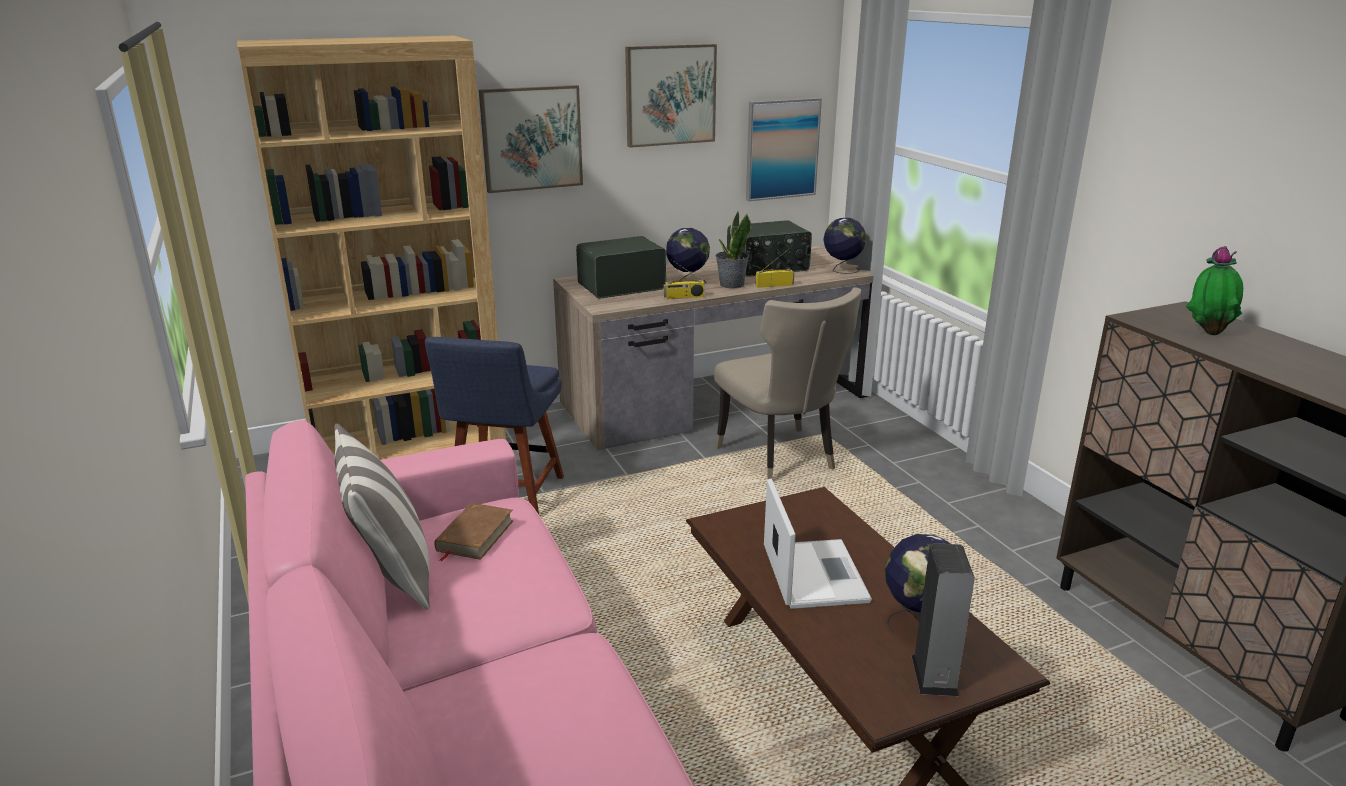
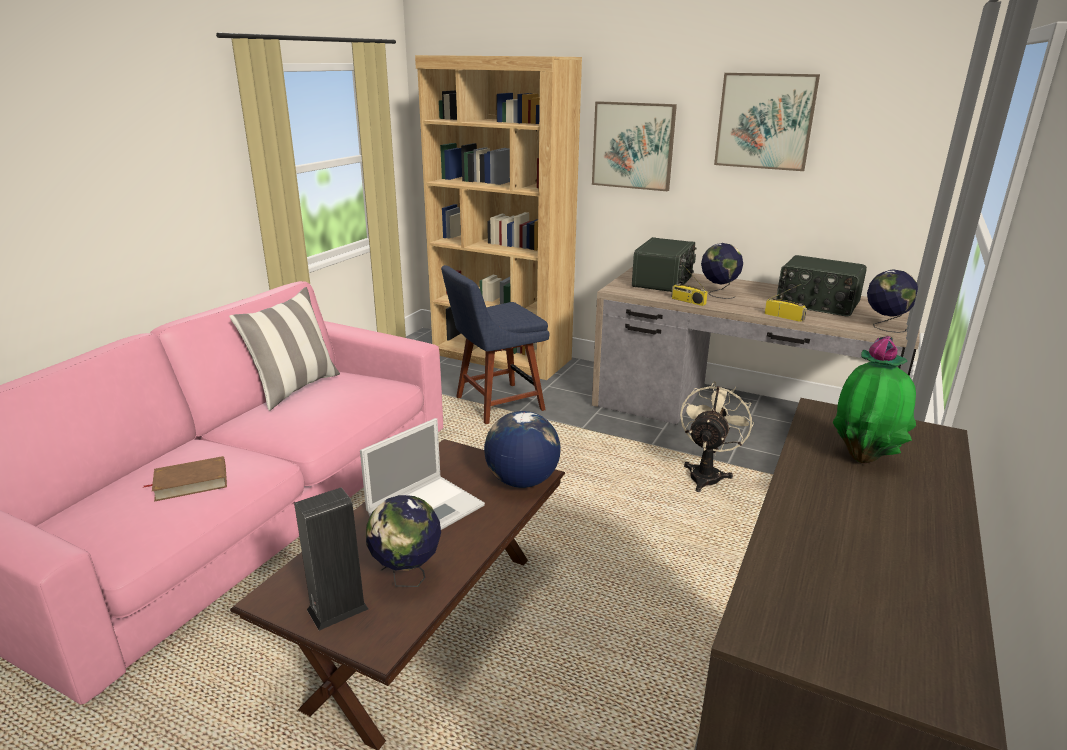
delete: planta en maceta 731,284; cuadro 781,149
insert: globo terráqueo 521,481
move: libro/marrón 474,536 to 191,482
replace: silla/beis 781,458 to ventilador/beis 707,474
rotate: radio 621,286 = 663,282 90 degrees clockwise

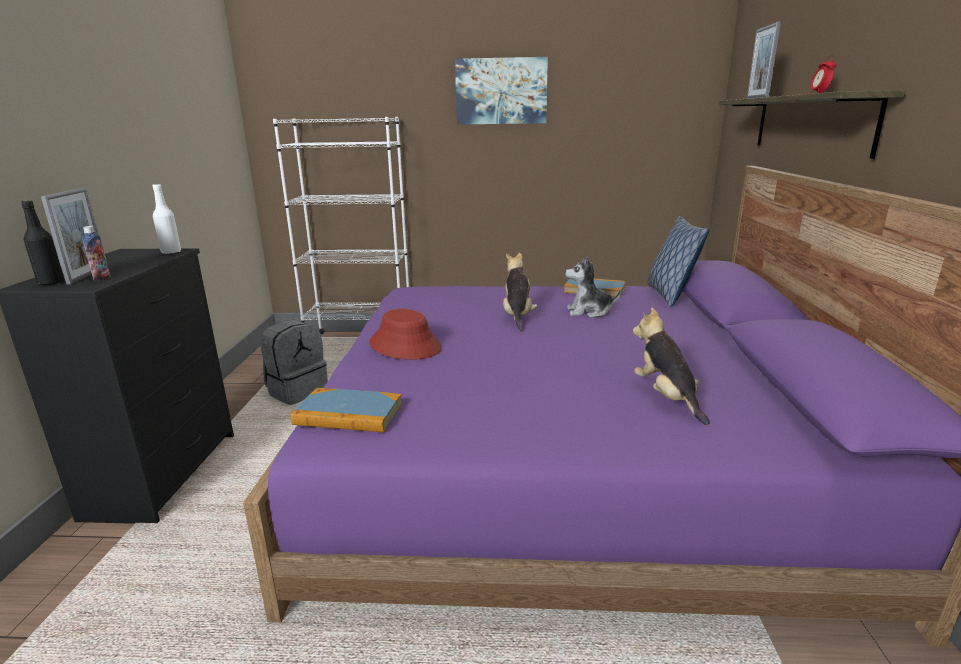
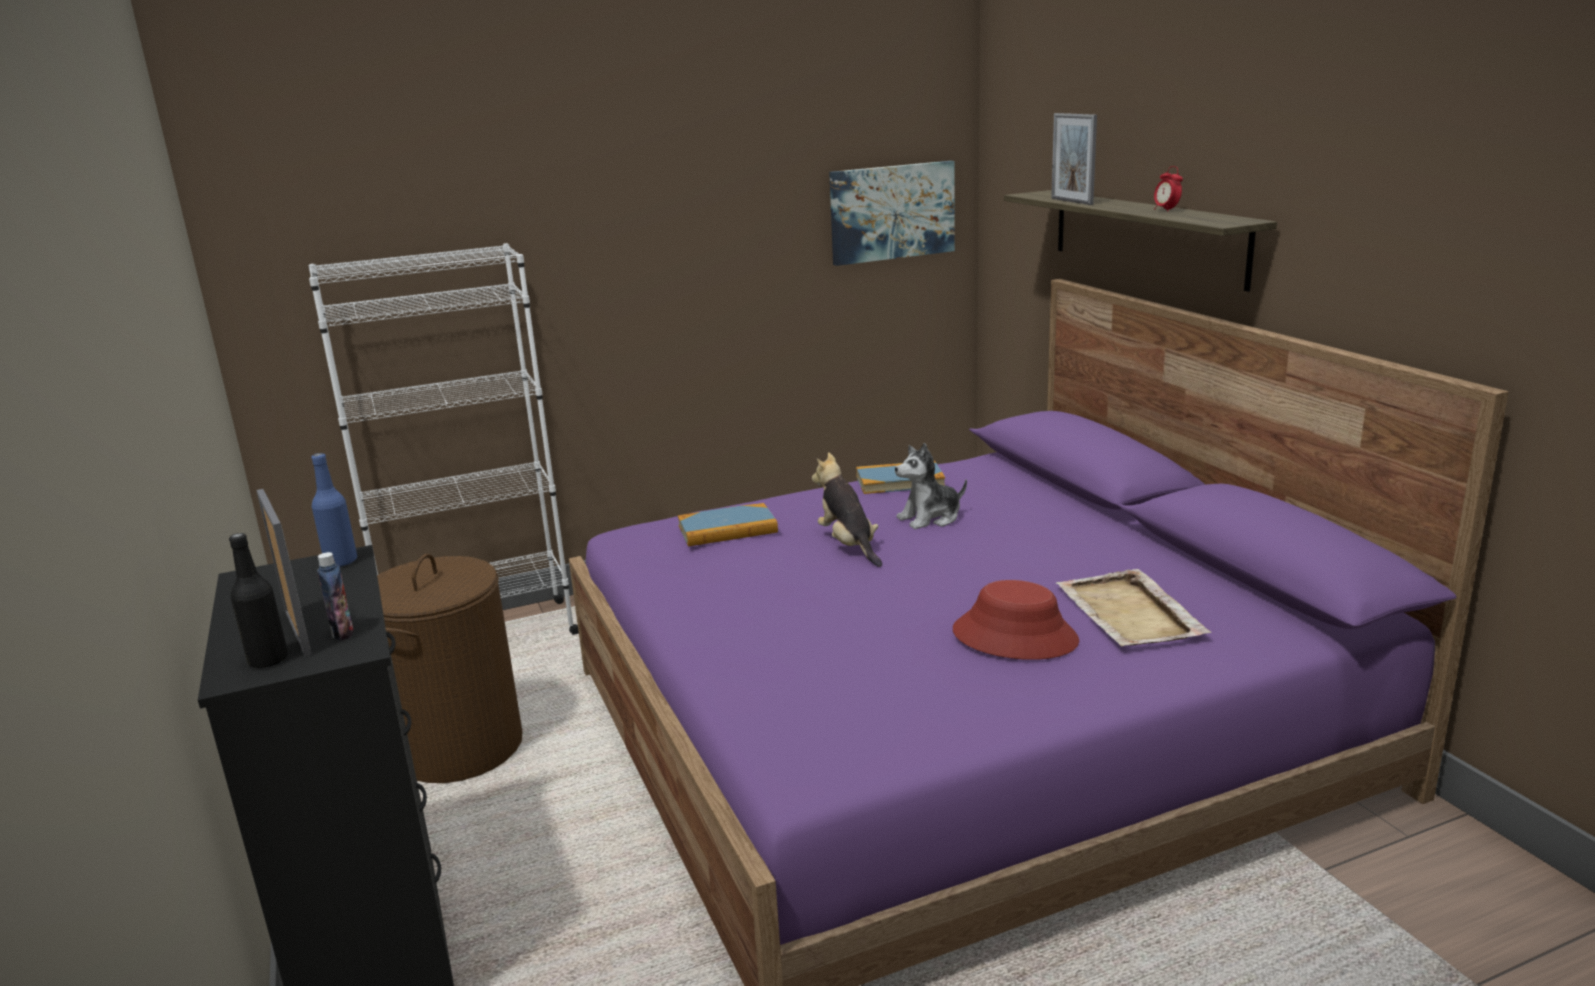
delete: cojín 670,295
move: libro 348,414 to 727,529; cuadro 501,91 to 892,212; sombrero/rojo 405,345 to 1015,636
replace: mochila/gris 297,391 to cesto de la ropa/marrón 459,747; peluche 666,397 to bandeja/beis 1129,614
recolor: botella/blanco 171,252 to botella/azul 341,562

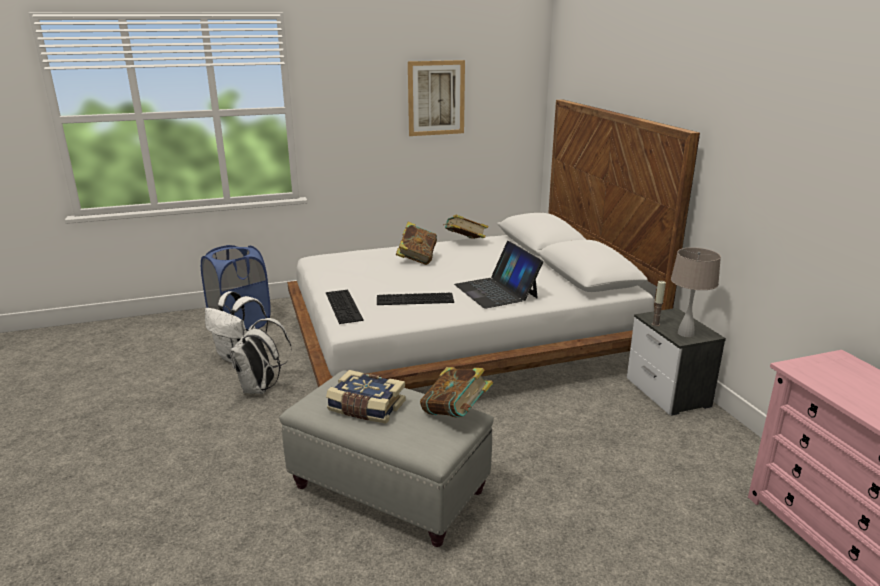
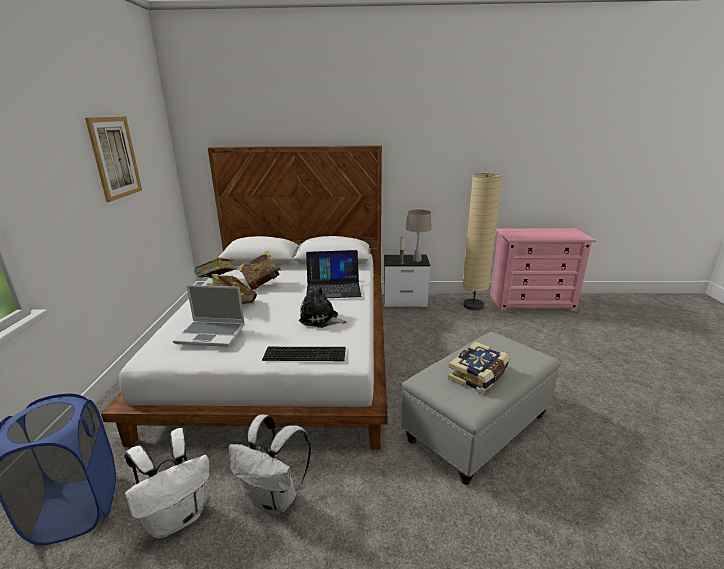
insert: portátil 212,334; lámpara de pie/beis 473,306
move: libro 455,414 to 261,284
replace: teclado 414,300 to peluche 321,319

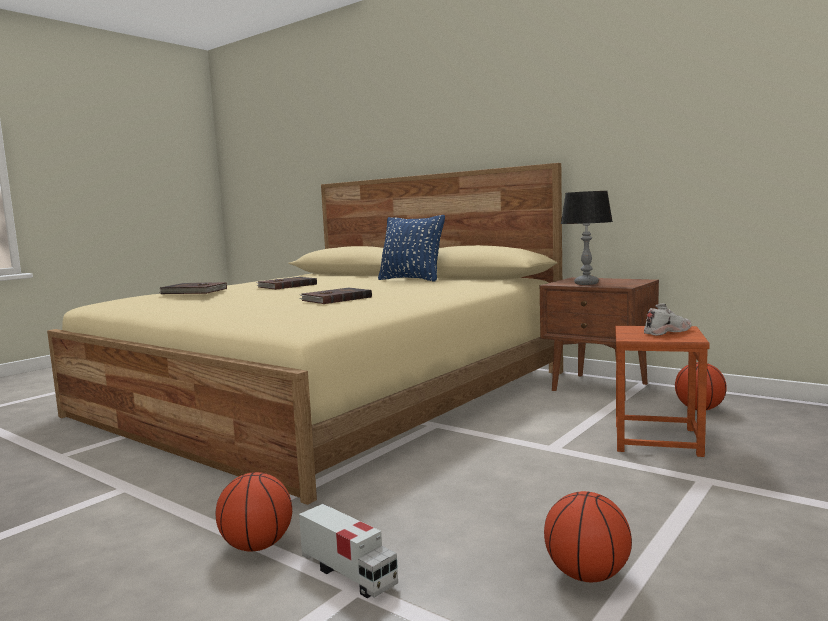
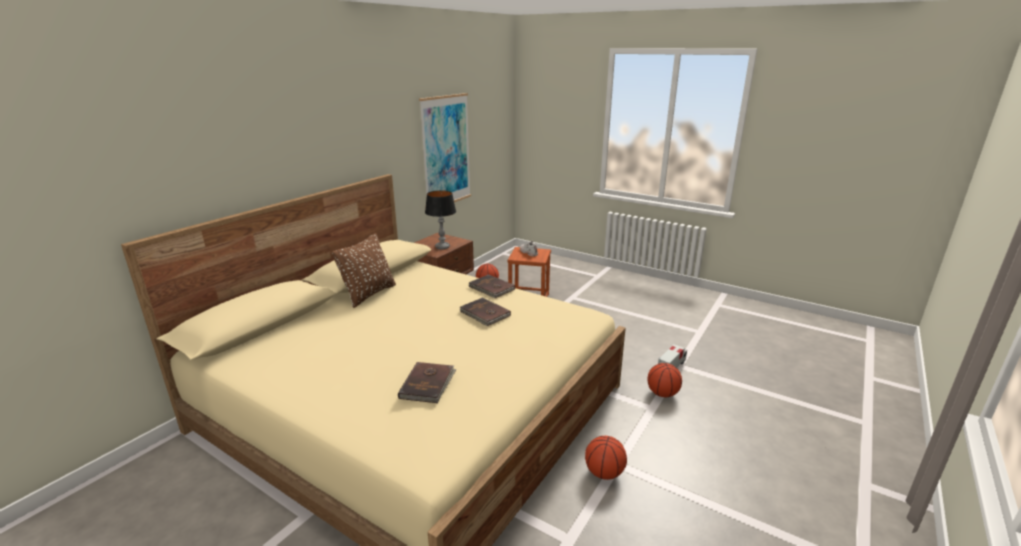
insert: cuadro 446,151
move: libro/marrón 286,286 to 491,288; balón de baloncesto 587,575 to 604,473
recolor: cojín/azul 411,279 to cojín/marrón 369,294

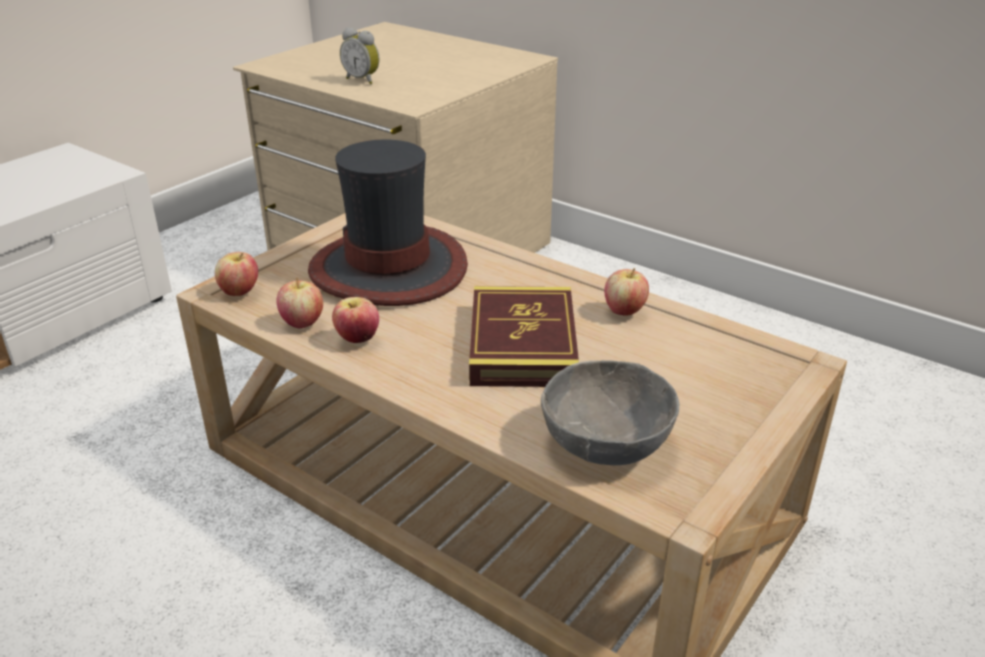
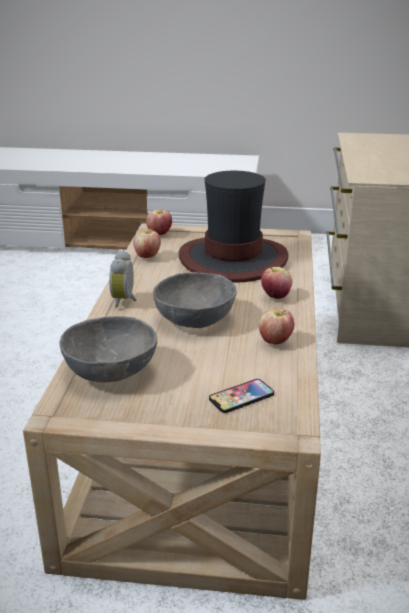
insert: móvil 241,397
move: despertador 363,80 to 125,300; manzana 357,338 to 275,296
replace: libro 522,344 to cuenco/gris 195,319

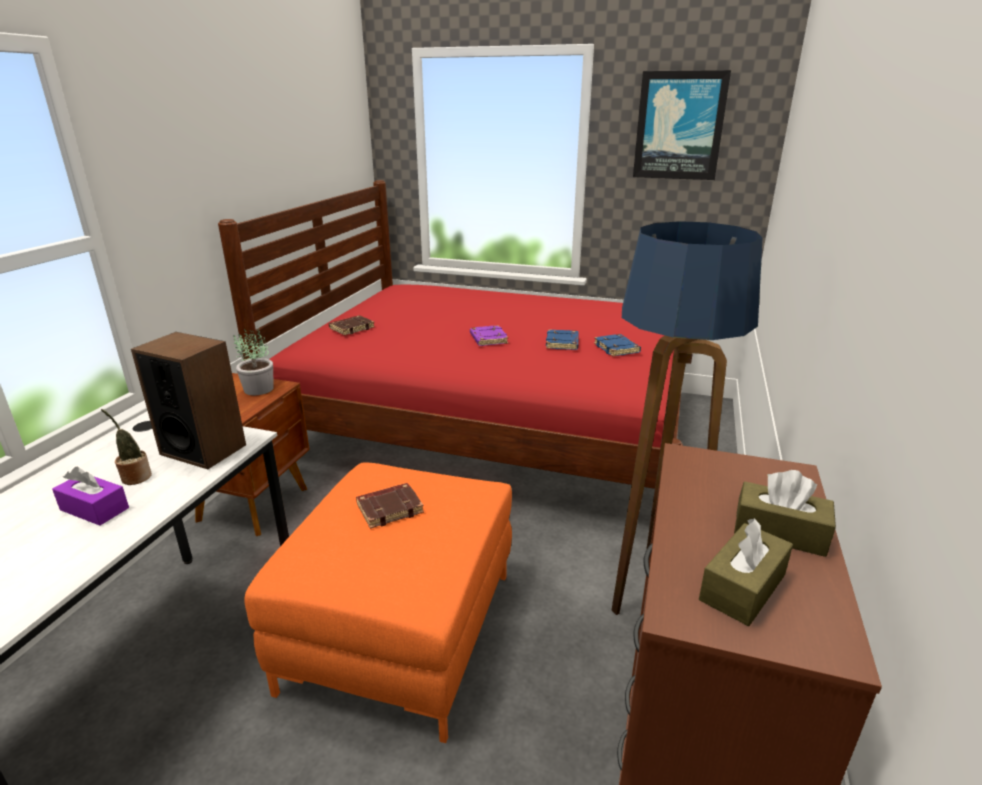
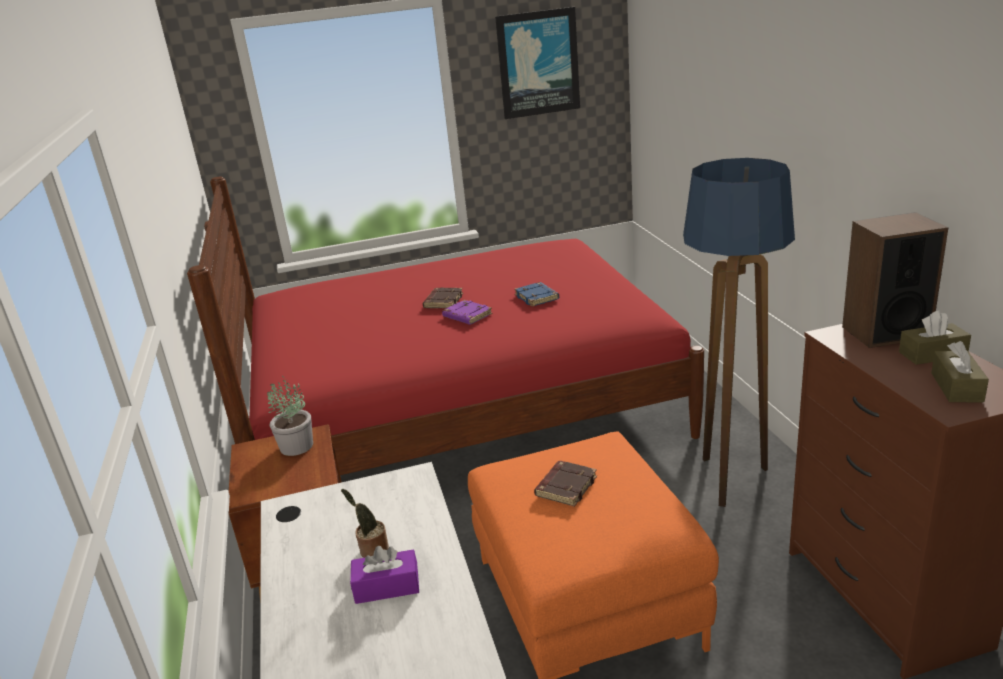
delete: libro/azul 617,348
move: libro/marrón 352,328 to 443,301; altavoz 203,449 to 885,332

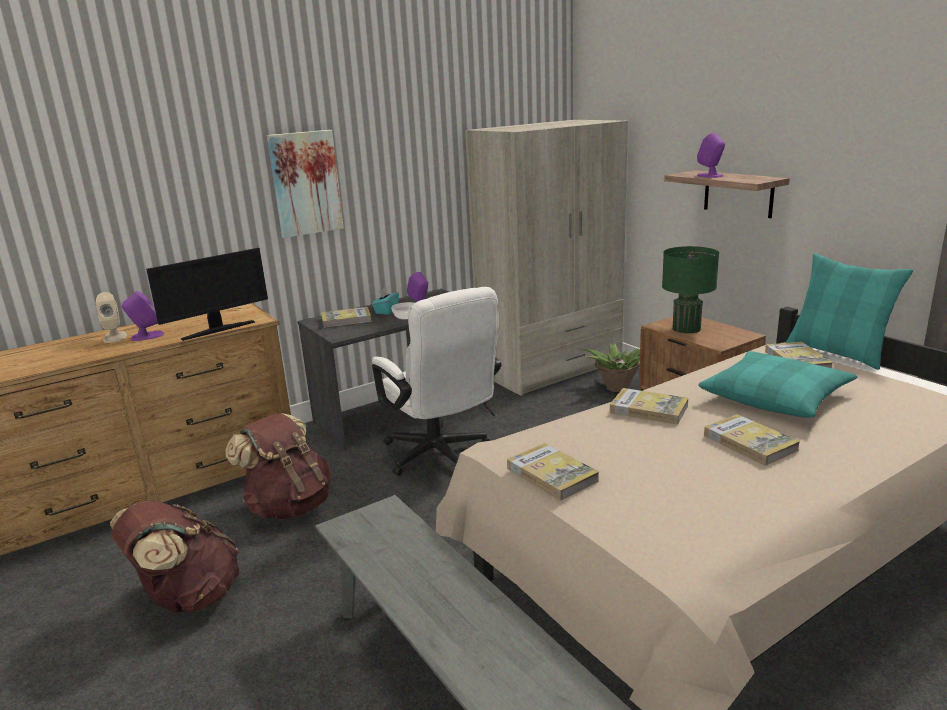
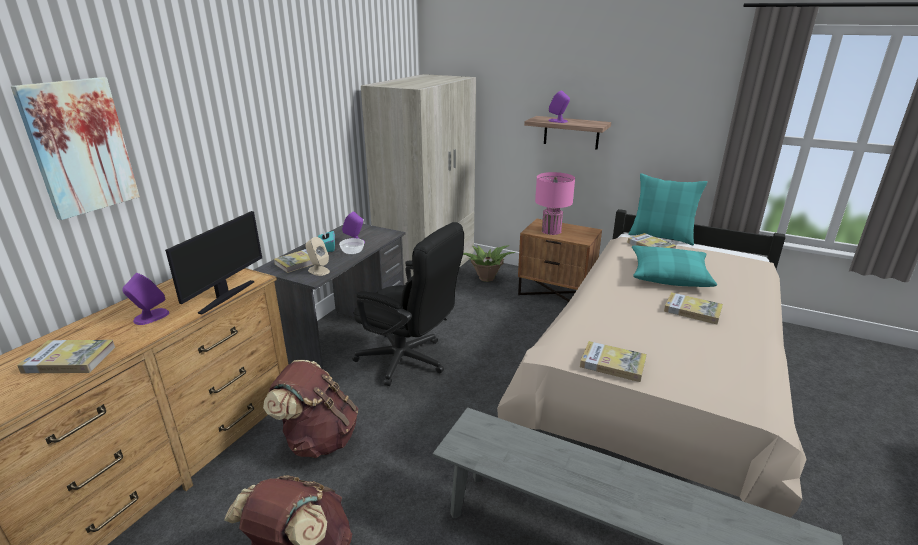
move: cuadro 305,183 to 80,147; libro 648,409 to 69,359; altavoz/beis 115,337 to 318,270
recolor: silla de oficina/blanco 441,457 to silla de oficina/negro 409,361; lámpara de mesa/verde 686,328 to lámpara de mesa/rosa 551,231

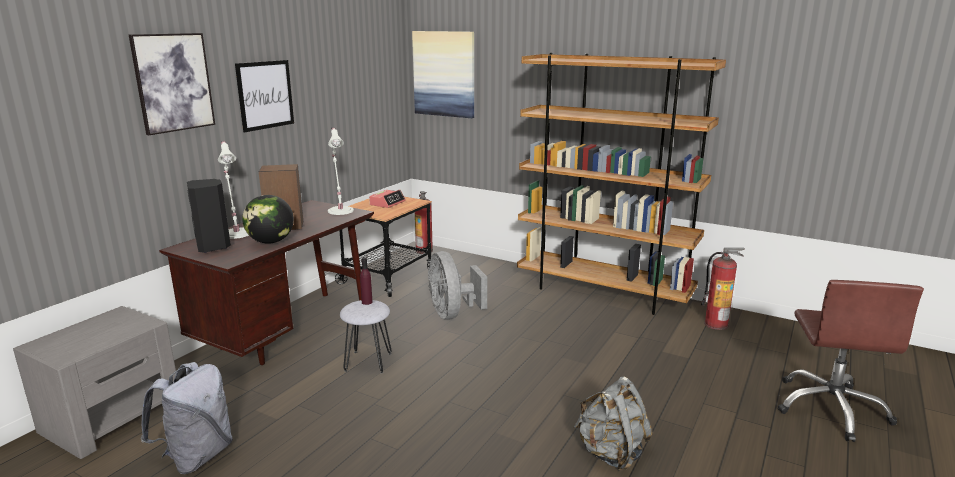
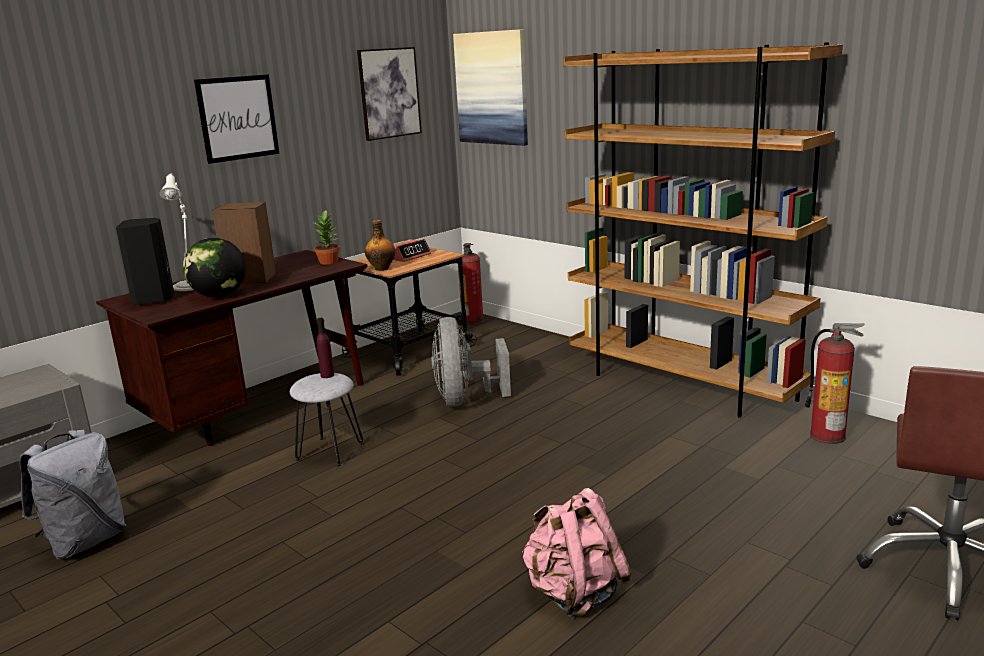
insert: botella 382,268
move: cuadro 173,82 to 389,93
replace: lámpara de mesa/blanco 340,210 to planta en maceta 329,262
recolor: mochila/gris 611,453 to mochila/rosa 574,594

